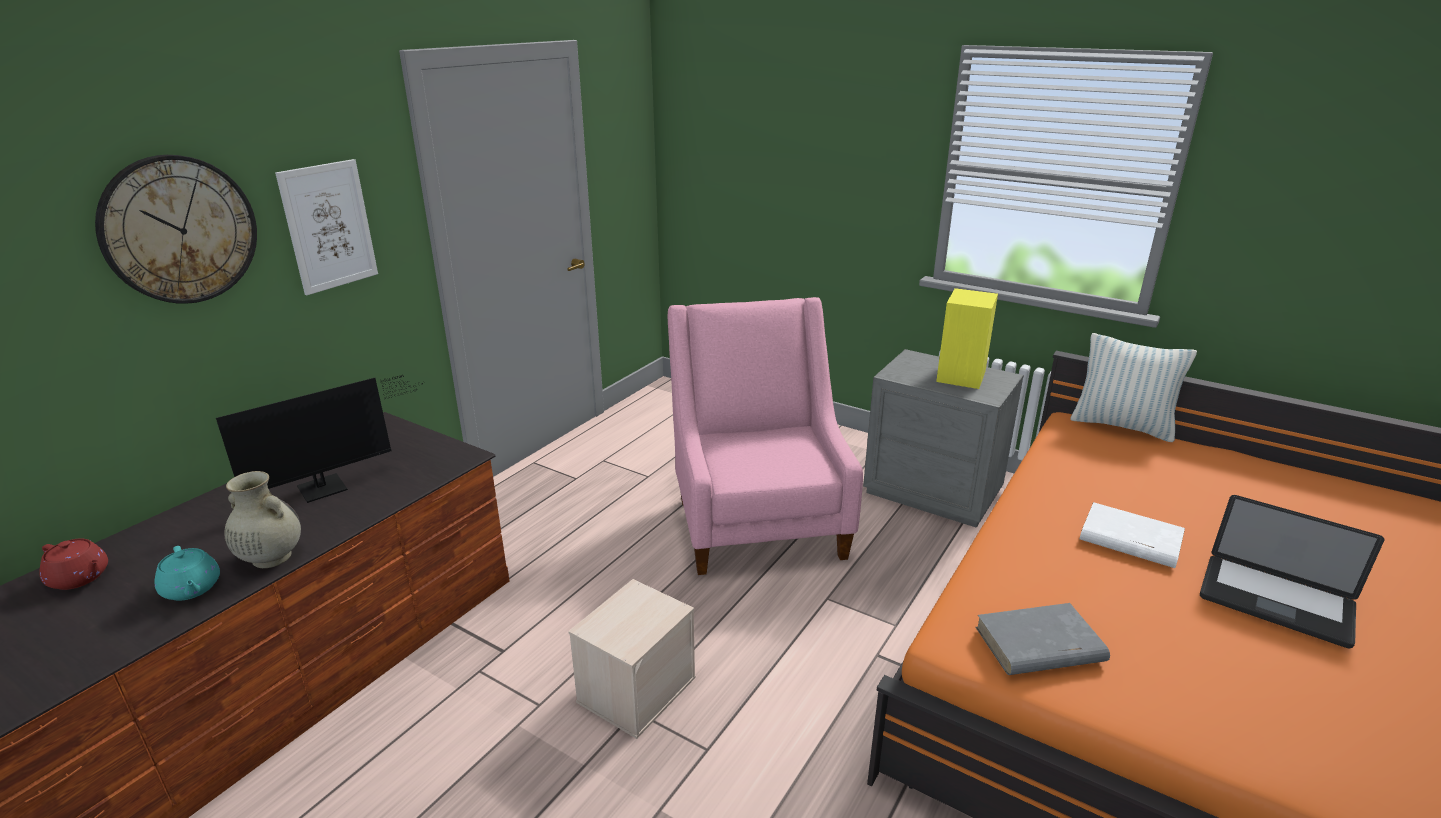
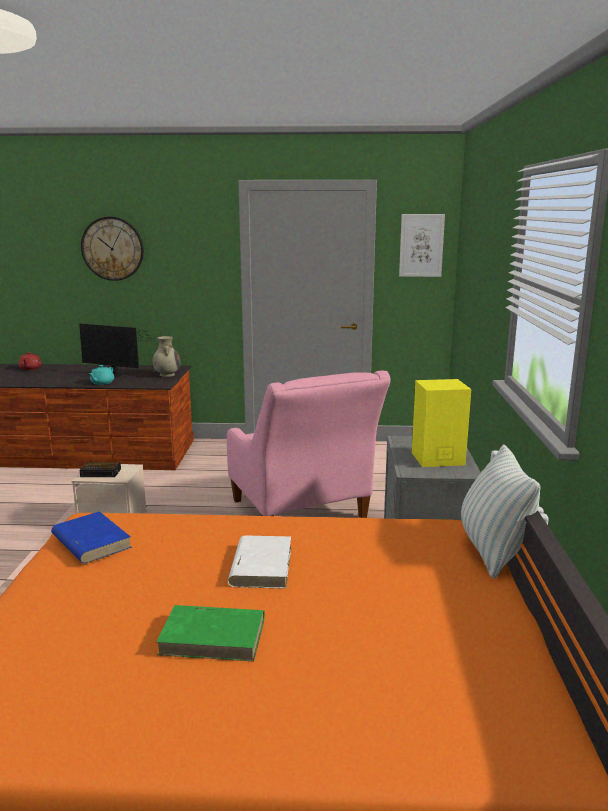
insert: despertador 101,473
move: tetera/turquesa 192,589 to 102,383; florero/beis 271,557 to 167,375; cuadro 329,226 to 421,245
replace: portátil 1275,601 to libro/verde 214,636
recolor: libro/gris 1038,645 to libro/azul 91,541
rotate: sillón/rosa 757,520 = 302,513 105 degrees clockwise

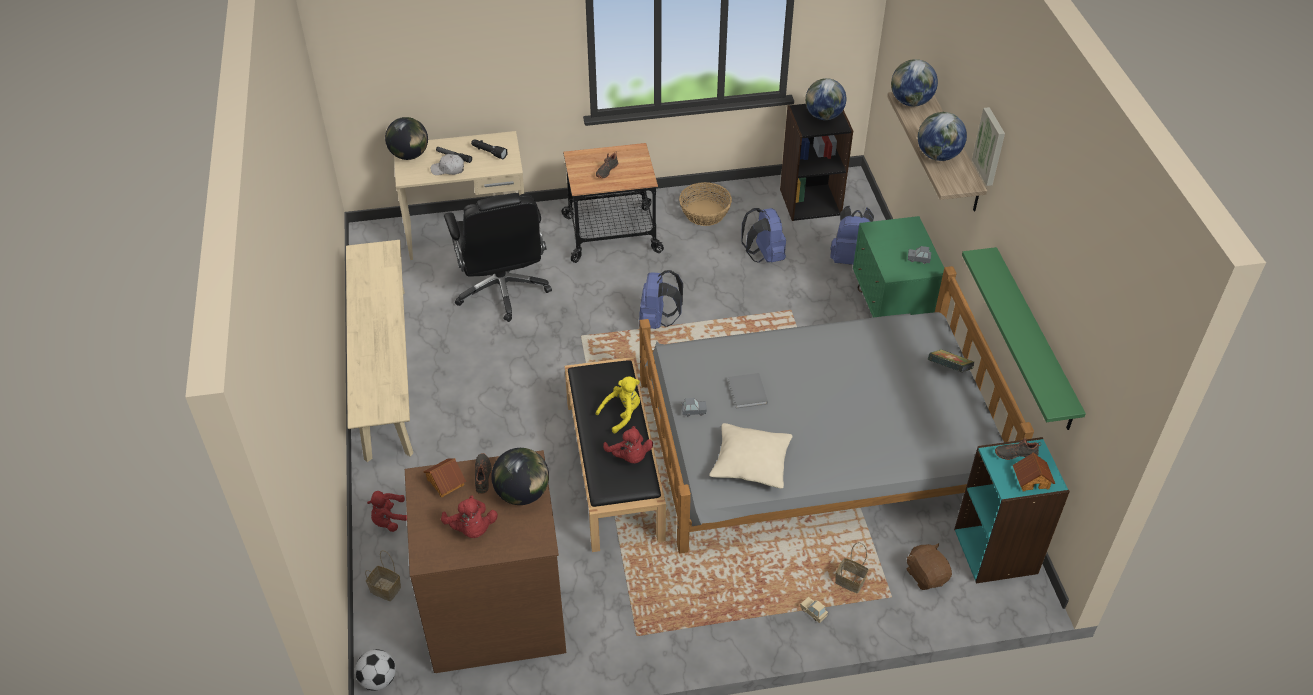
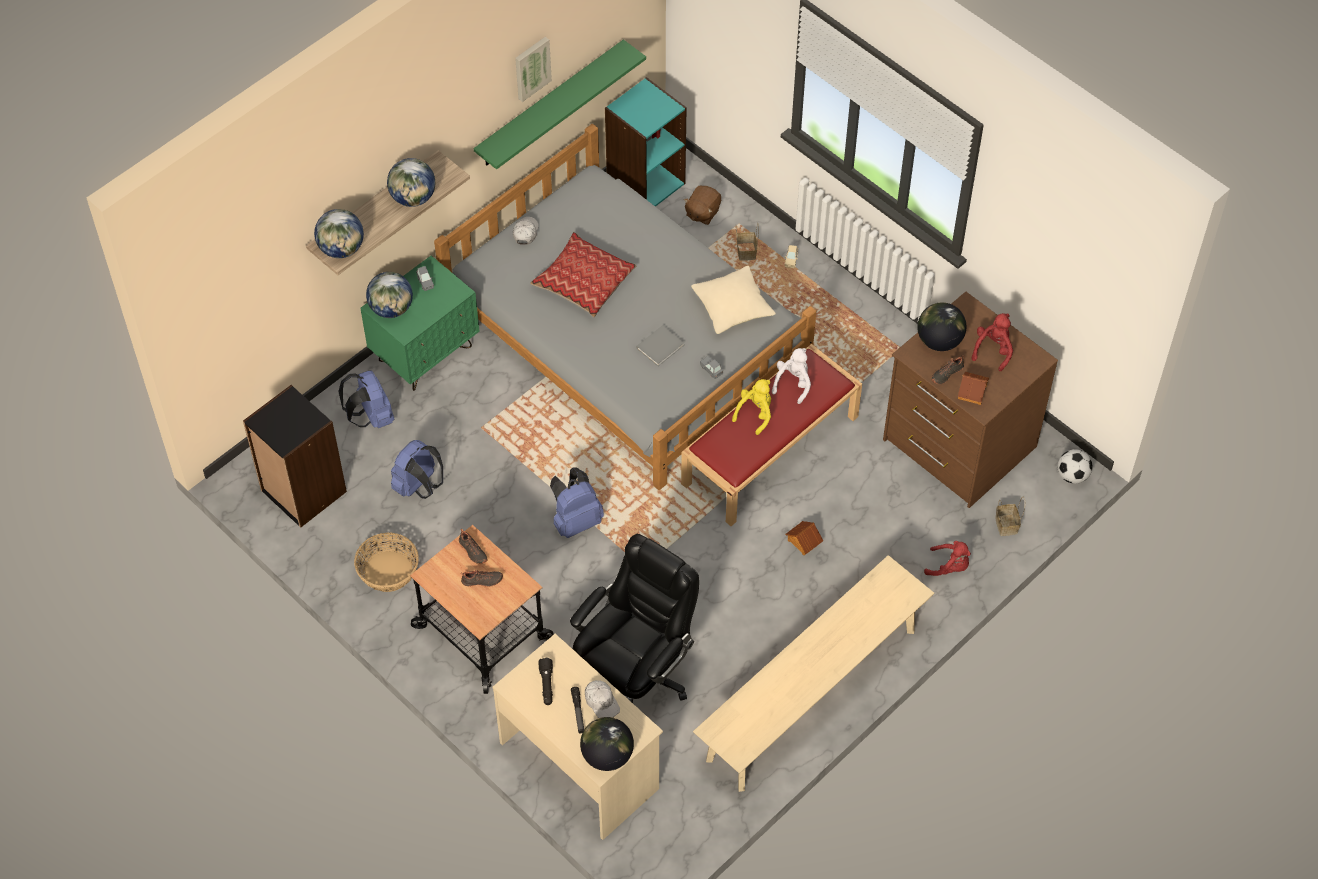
insert: cojín 583,281
move: globo terráqueo 823,116 to 391,309; zapato/negro 1015,453 to 472,551; cuadro 991,146 to 531,68; casita 1032,479 to 803,541
replace: libro 949,369 to gorra/blanco 525,232
recolor: banco/negro 615,470 to banco/rojo 770,449; peluche/rojo 629,456 to peluche/blanco 793,383
rotate: peluche/amarillo 622,414 = 755,413 105 degrees clockwise

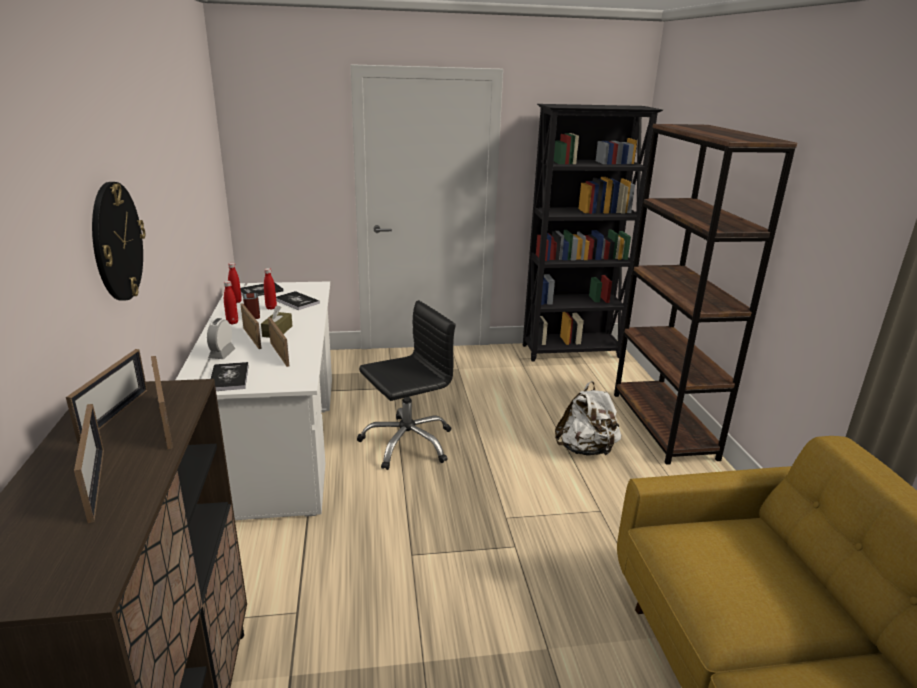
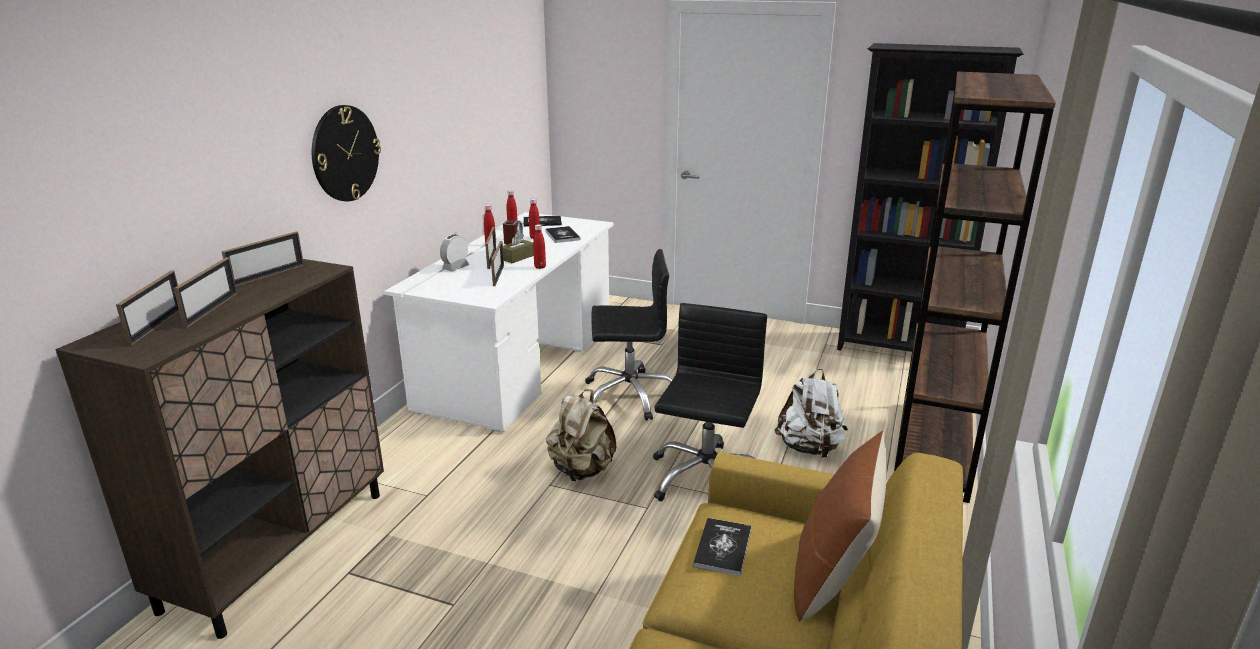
insert: botella/rojo 540,267; mochila/beis 581,470; silla de oficina/negro 705,478; cojín/marrón 833,576
move: portarretratos 165,421 to 157,325; libro 229,378 to 722,547

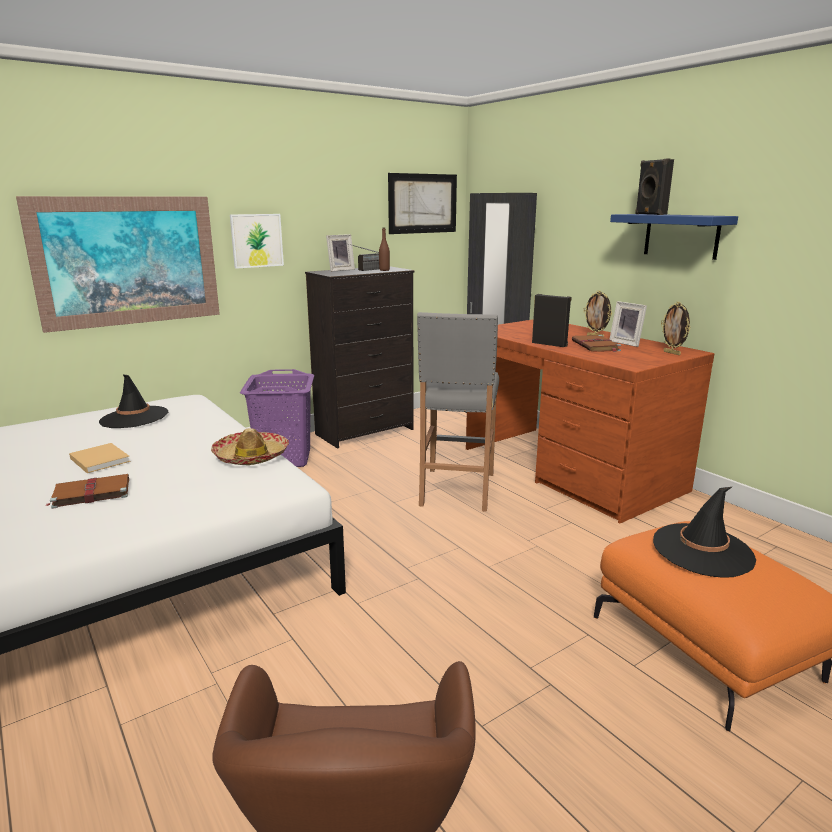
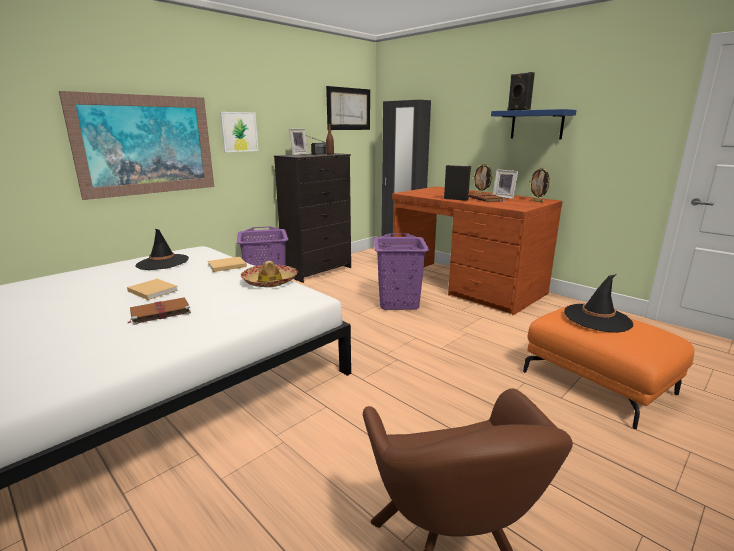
insert: libro/beis 226,266
replace: taburete/gris 456,489 to cesto de la ropa/morado 398,303

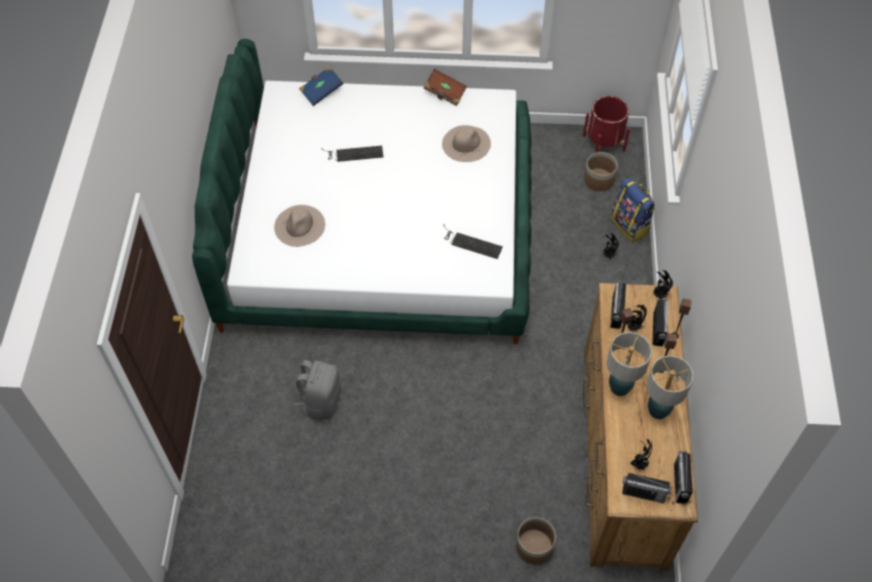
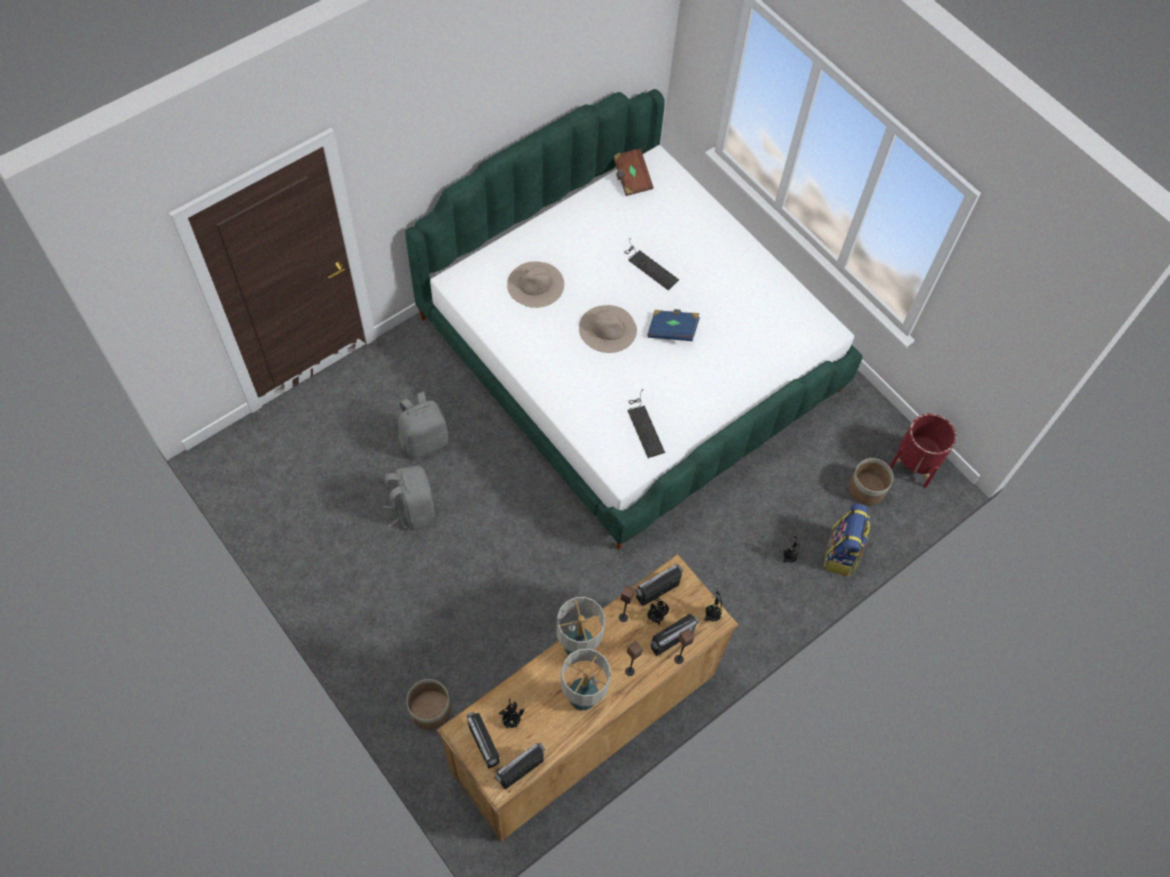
insert: mochila/gris 412,509
move: sombrero/beis 466,143 to 607,328; libro/marrón 445,93 to 631,178; libro/azul 321,91 to 672,330

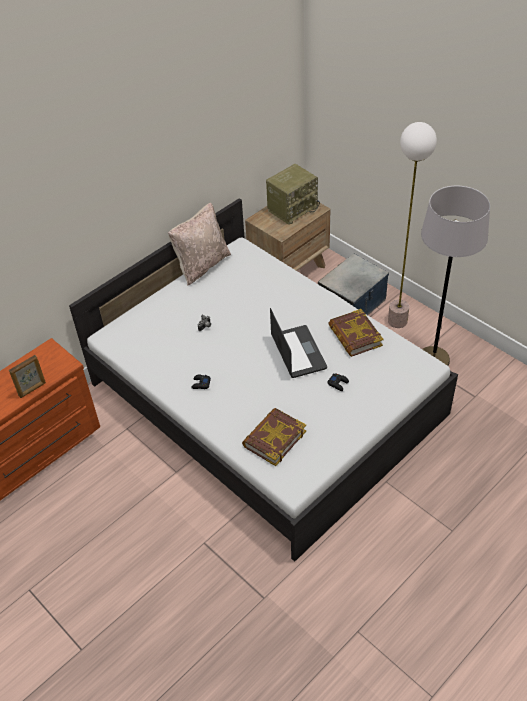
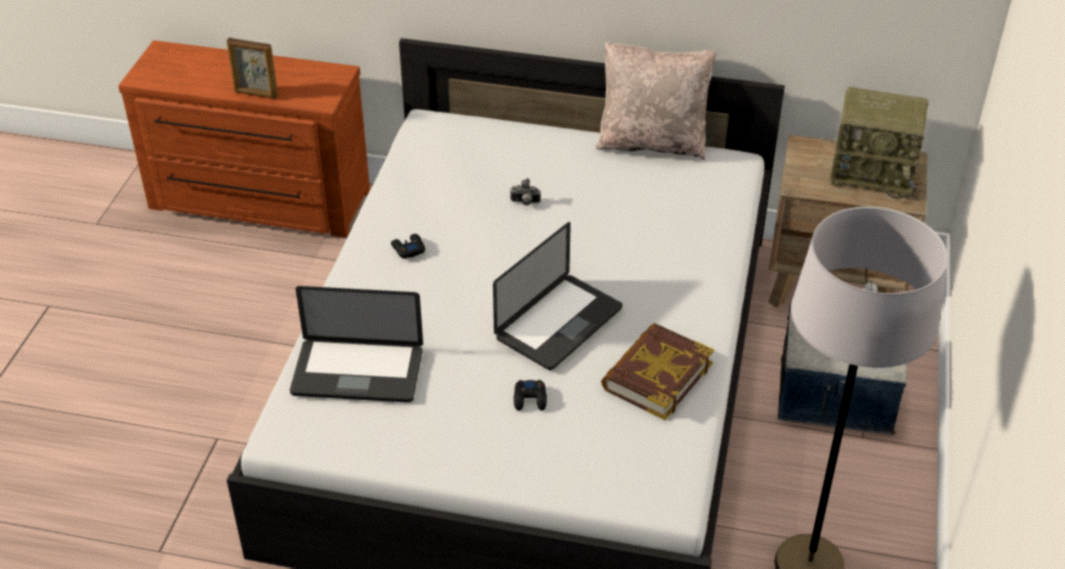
delete: lámpara de pie 397,321
replace: libro 274,439 to portátil 357,373

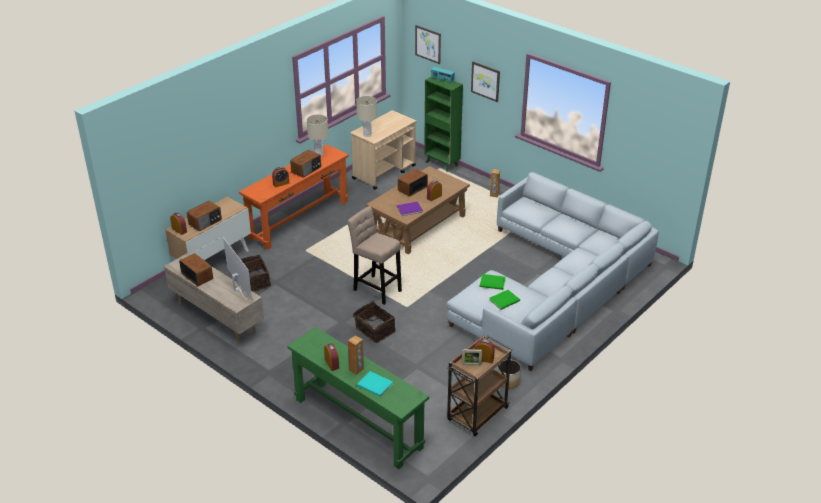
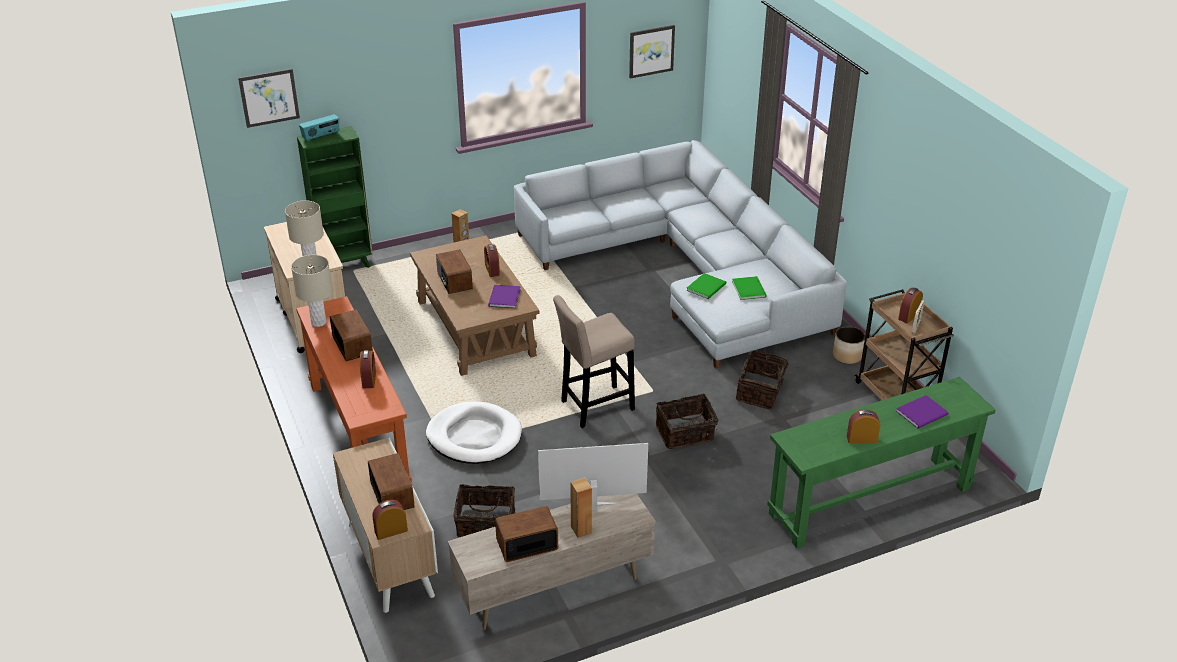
insert: cama para perro/blanco 474,436; cesta 761,392
move: altavoz/marrón 356,369 to 581,529; cuadro 485,81 to 651,51
recolor: libro/turquesa 375,385 to libro/morado 923,413

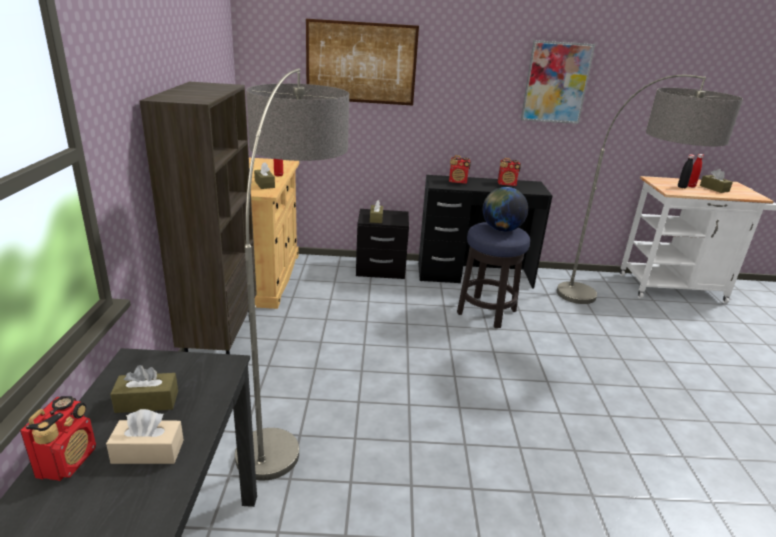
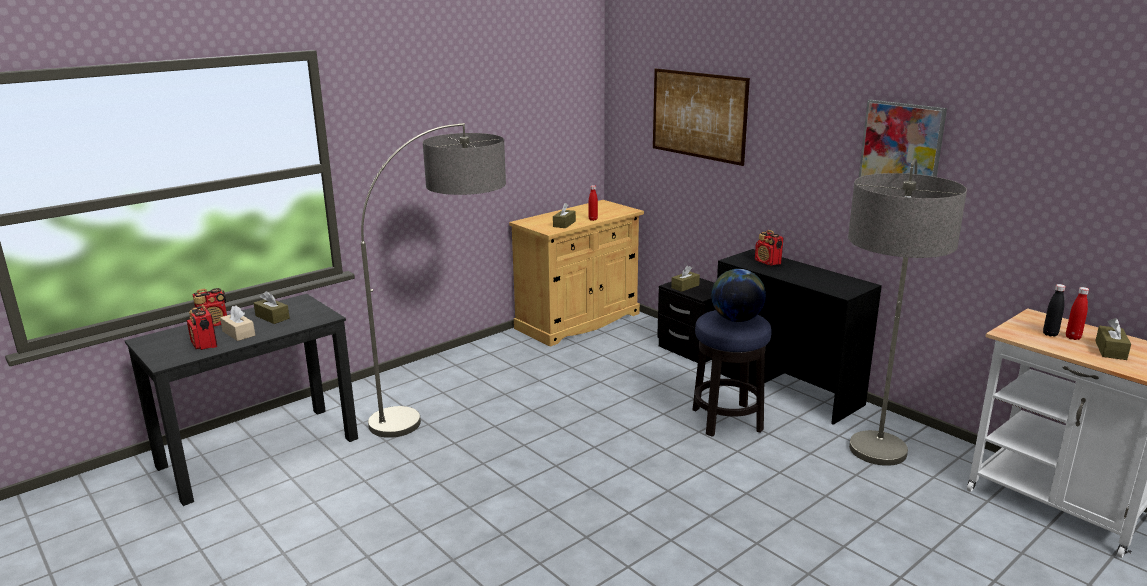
delete: estantería/marrón 220,340
move: radio 507,184 to 204,344

